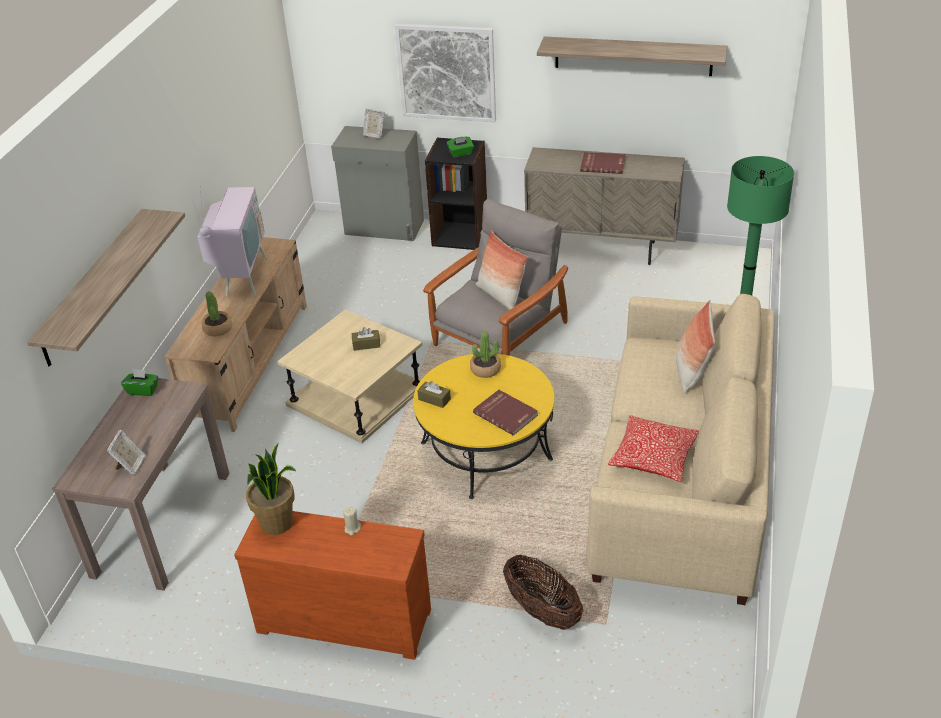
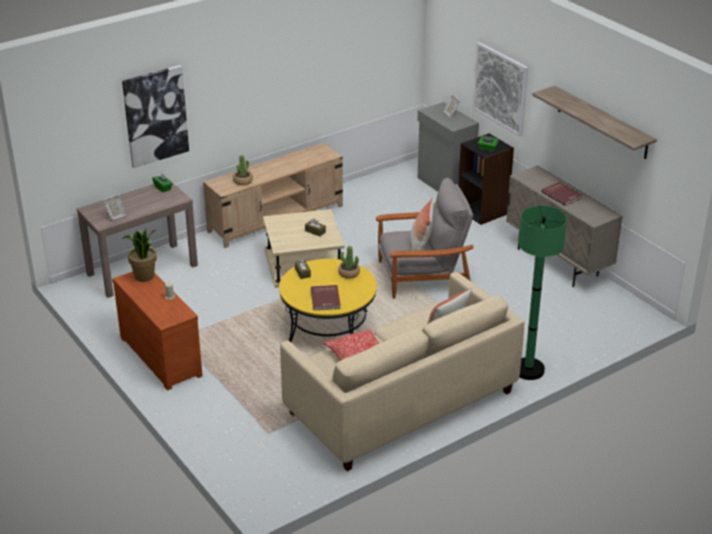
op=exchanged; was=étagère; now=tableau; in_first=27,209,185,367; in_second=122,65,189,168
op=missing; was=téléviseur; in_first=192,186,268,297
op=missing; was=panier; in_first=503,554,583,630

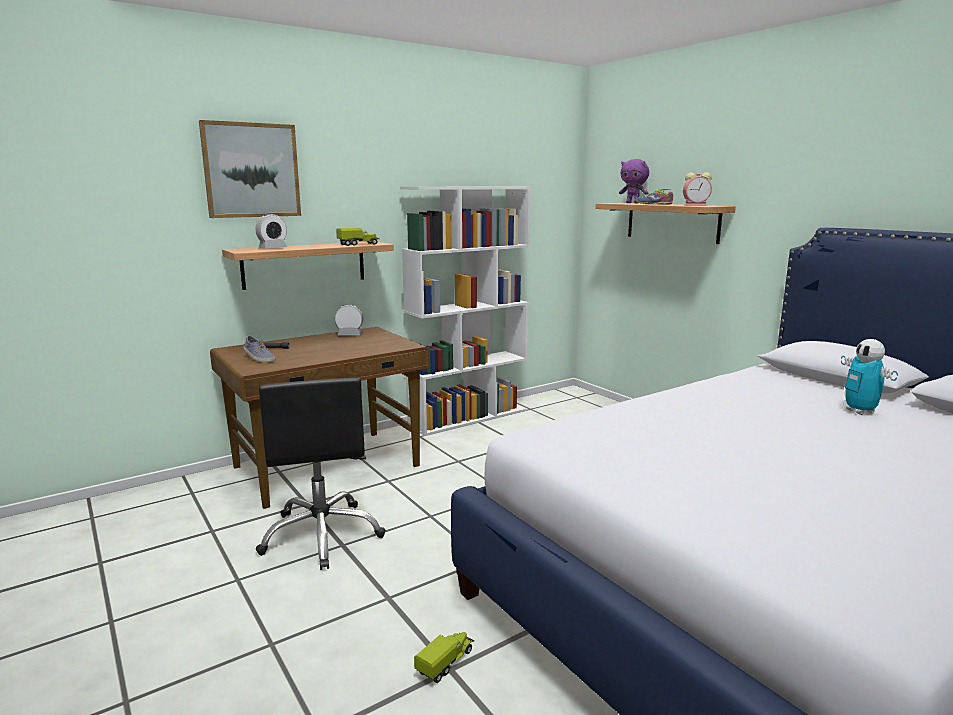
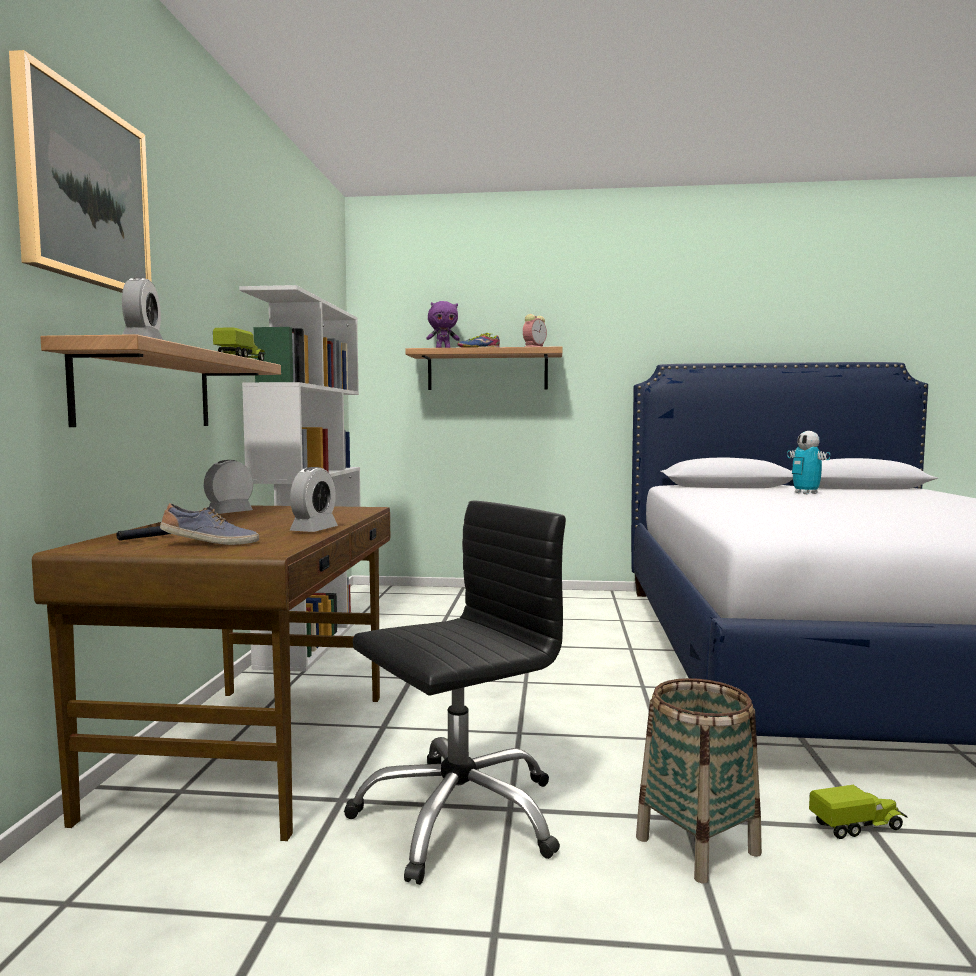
op=spun; was=chaise de bureau/noir; in_first=256,378,386,570; in_second=344,501,566,885; clockwise=-60
op=spun; was=camion jouet; in_first=414,632,475,683; in_second=809,785,908,839; clockwise=90
op=spun; was=robot jouet; in_first=841,339,898,415; in_second=787,431,831,494; clockwise=45
op=appeared; now=réveil; in_second=290,467,338,532
op=appeared; now=panier; in_second=636,678,762,884

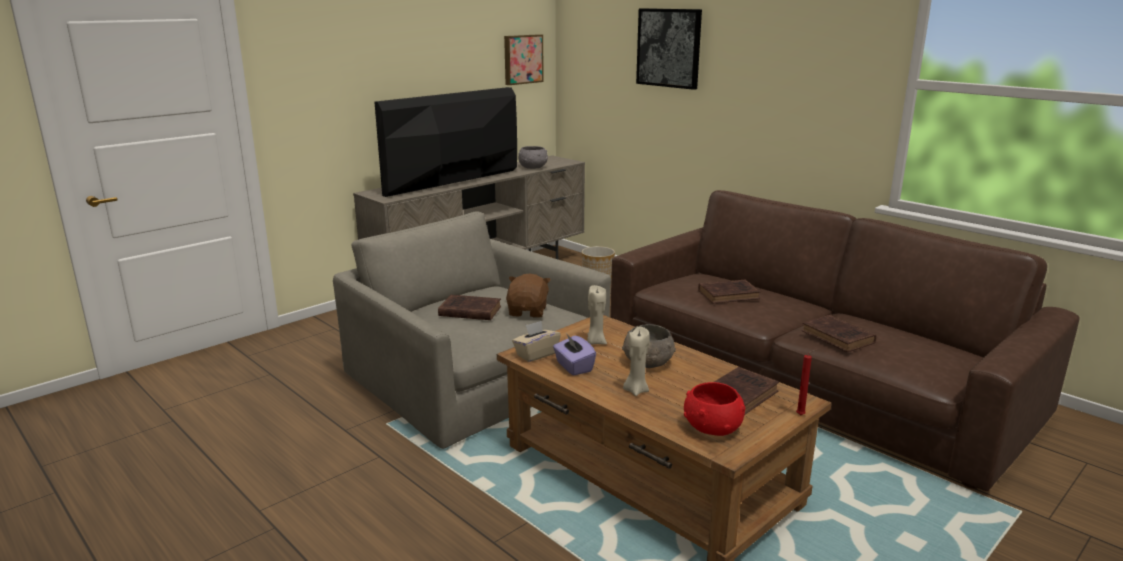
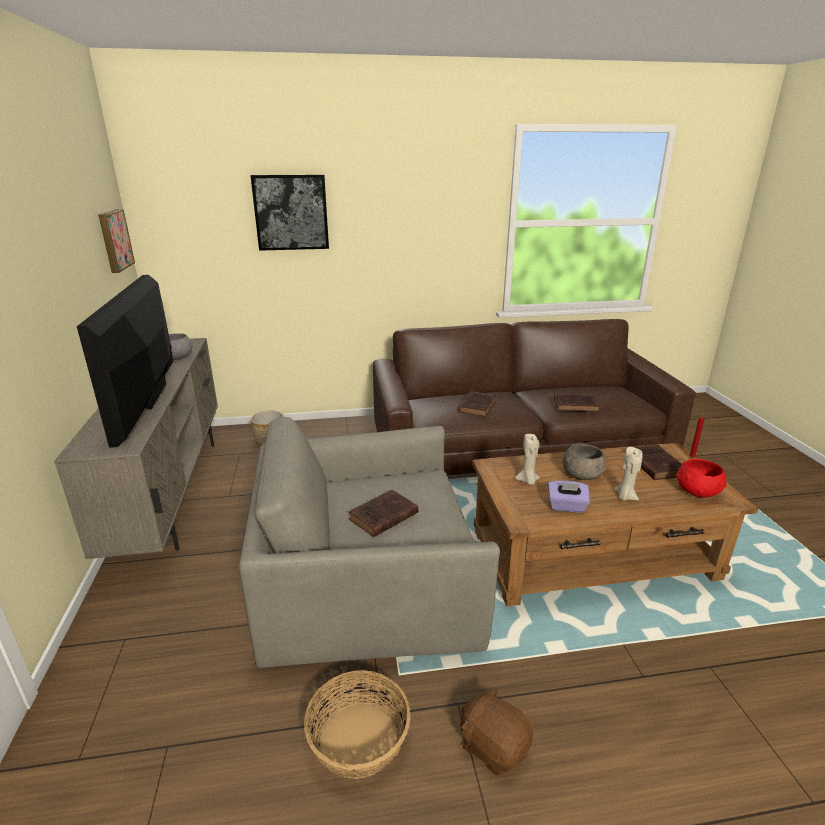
op=relocated; was=peluche/marron; in_first=506,274,551,318; in_second=460,687,533,775
op=missing; was=boîte à mouchoirs/beige; in_first=512,321,561,362
op=appeared; now=panier; in_second=304,670,411,779

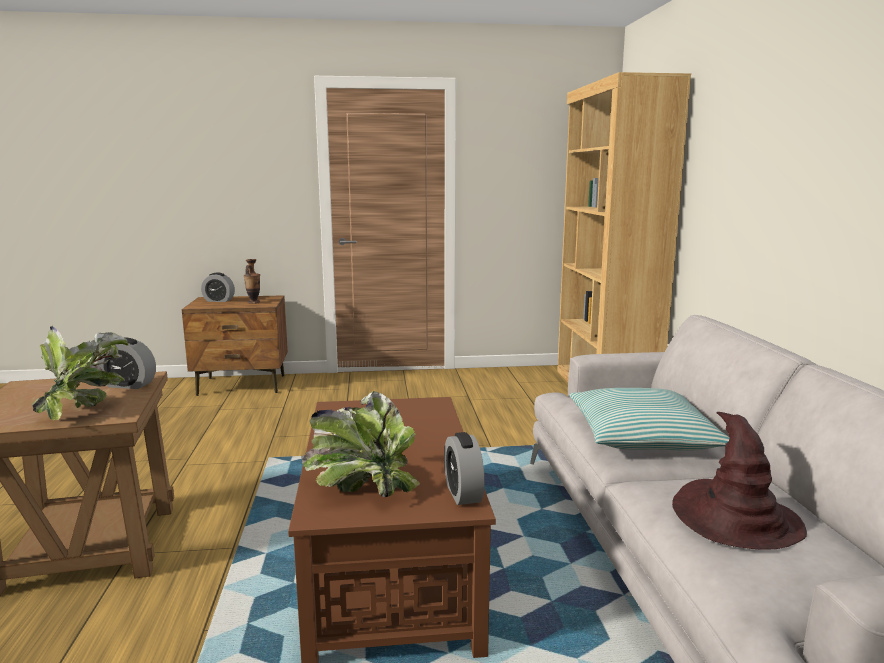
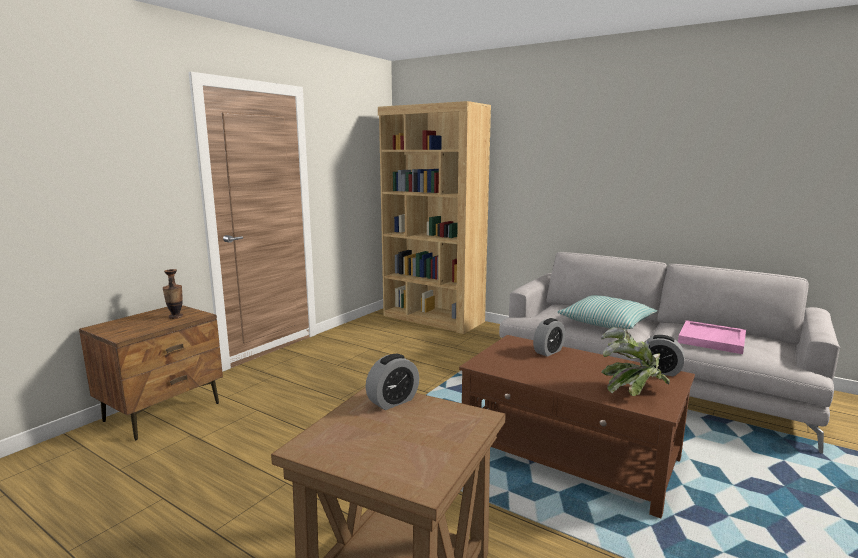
op=missing; was=plante en pot; in_first=32,326,128,420
op=relocated; was=réveil; in_first=201,272,235,302; in_second=533,318,565,357
op=exchanged; was=chapeau/marron; now=plateau/rose; in_first=672,412,807,549; in_second=678,320,746,354

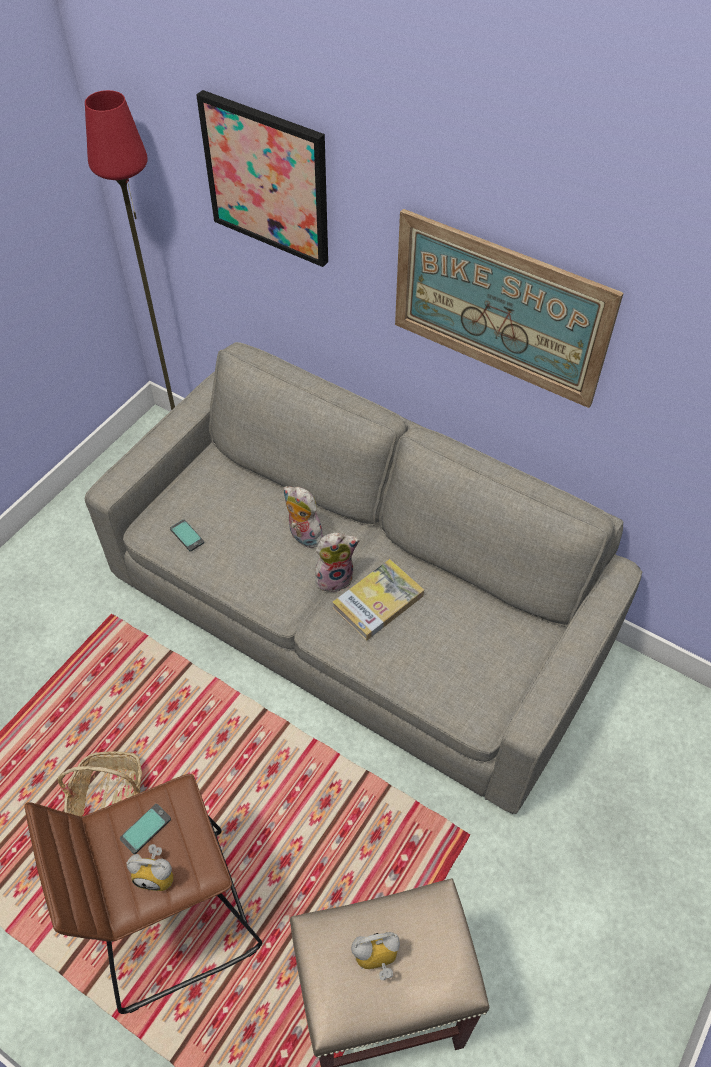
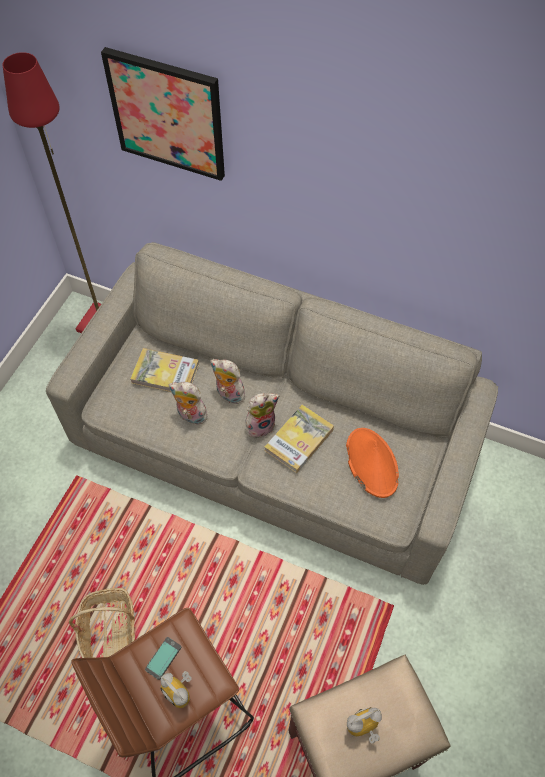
op=spun; was=réveil; in_first=126,844,173,891; in_second=160,671,192,708; clockwise=45
op=missing; was=téléphone; in_first=170,519,204,552
op=missing; was=tableau; in_first=395,209,624,408
op=appeared; now=livre; in_second=130,348,199,392
op=appeared; now=peluche; in_second=168,382,208,425
op=appeared; now=chapeau/orange; in_second=346,428,399,498

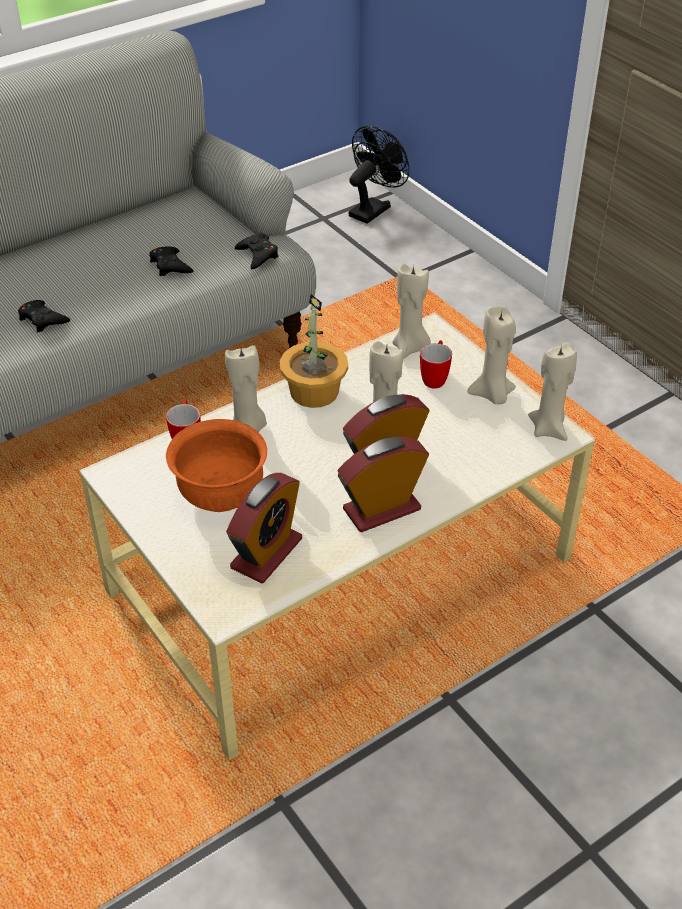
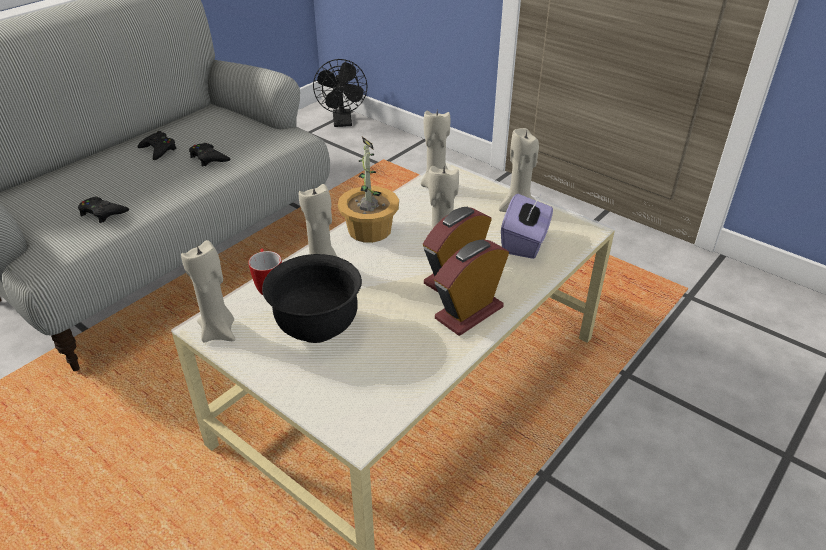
op=colour; was=bol/orange; now=bol/noir; in_first=166,419,267,512; in_second=262,254,362,343
op=missing; was=réveil; in_first=226,473,302,583
op=relocated; was=manette/noir; in_first=235,233,279,269; in_second=138,131,177,160
op=spun; was=ventilateur/noir; in_first=349,126,410,224; in_second=313,59,367,127; clockwise=150
op=missing; was=mug; in_first=420,340,452,389
op=relocated; was=bougie/beige; in_first=528,342,577,441; in_second=181,240,235,343
op=appeared; now=boîte à mouchoirs/violet; in_second=501,194,553,259

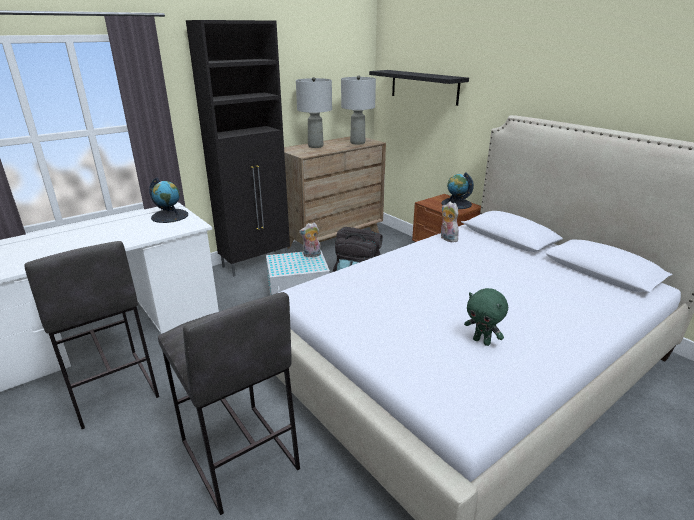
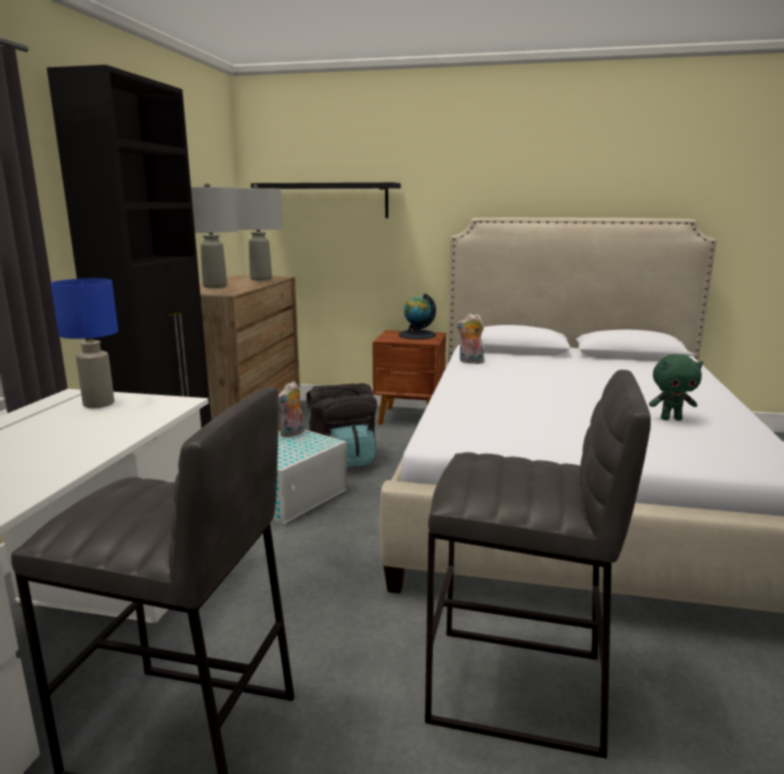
op=exchanged; was=globe; now=lampe de table/bleu; in_first=149,177,188,223; in_second=51,278,118,408

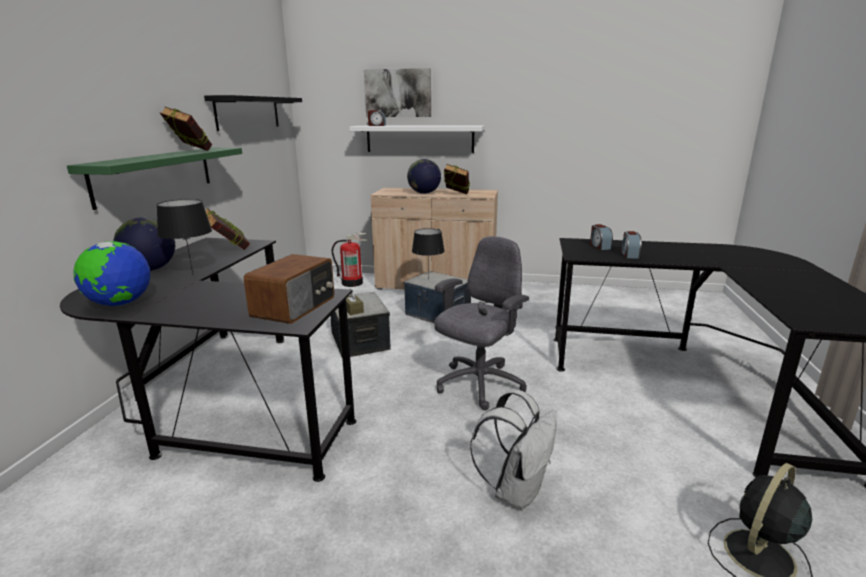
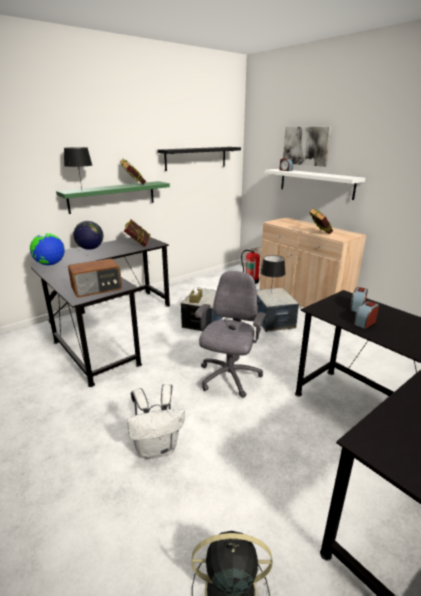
op=relocated; was=lampe de table/noir; in_first=156,199,212,275; in_second=64,147,92,188
op=missing; was=globe; in_first=407,159,441,194
op=spun; was=chaise de bureau/gris; in_first=434,236,529,410; in_second=195,271,266,398; clockwise=-60

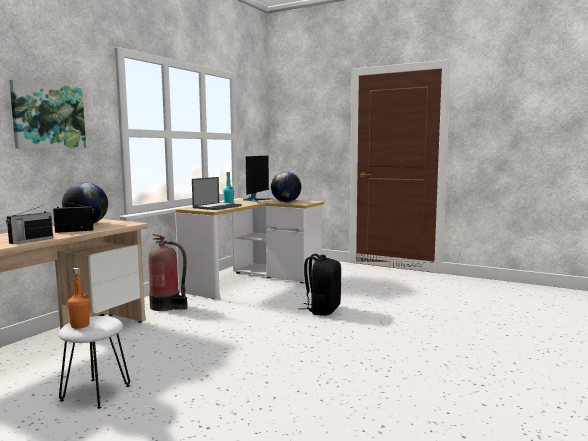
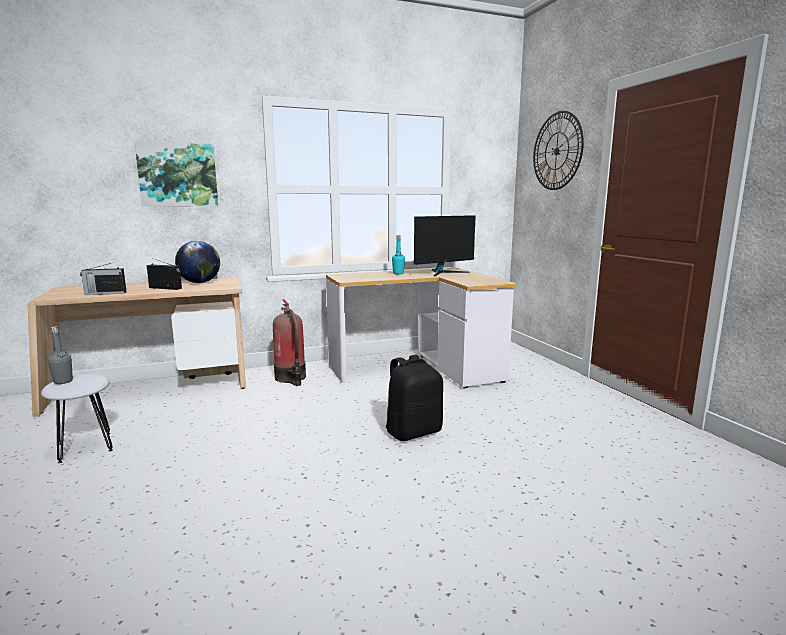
op=colour; was=bouteille/orange; now=bouteille/gris; in_first=67,268,90,329; in_second=48,326,73,384
op=missing; was=ordinateur portable; in_first=192,177,242,210
op=missing; was=globe; in_first=271,172,301,202
op=appeared; now=horloge murale; in_second=533,111,584,190

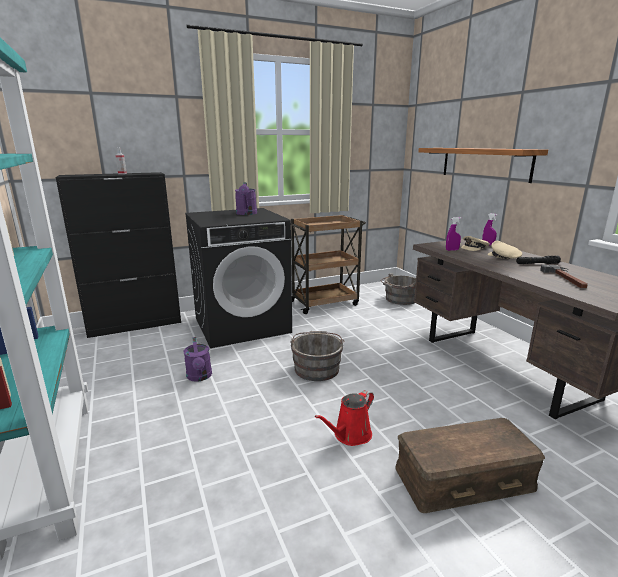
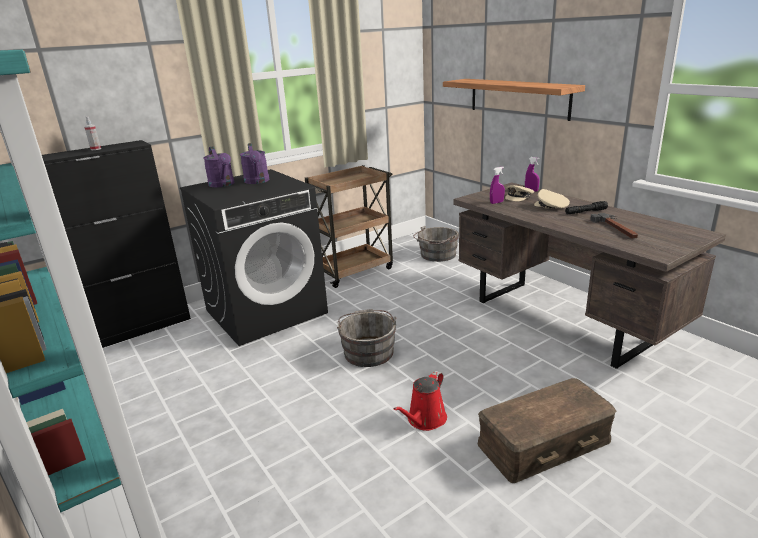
op=relocated; was=arrosoir/violet; in_first=184,337,212,382; in_second=203,147,234,187

